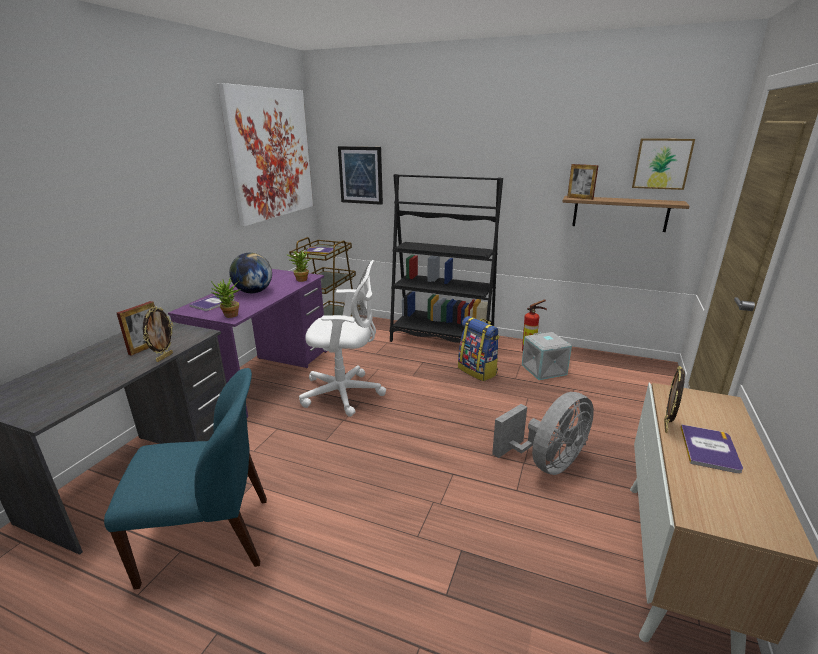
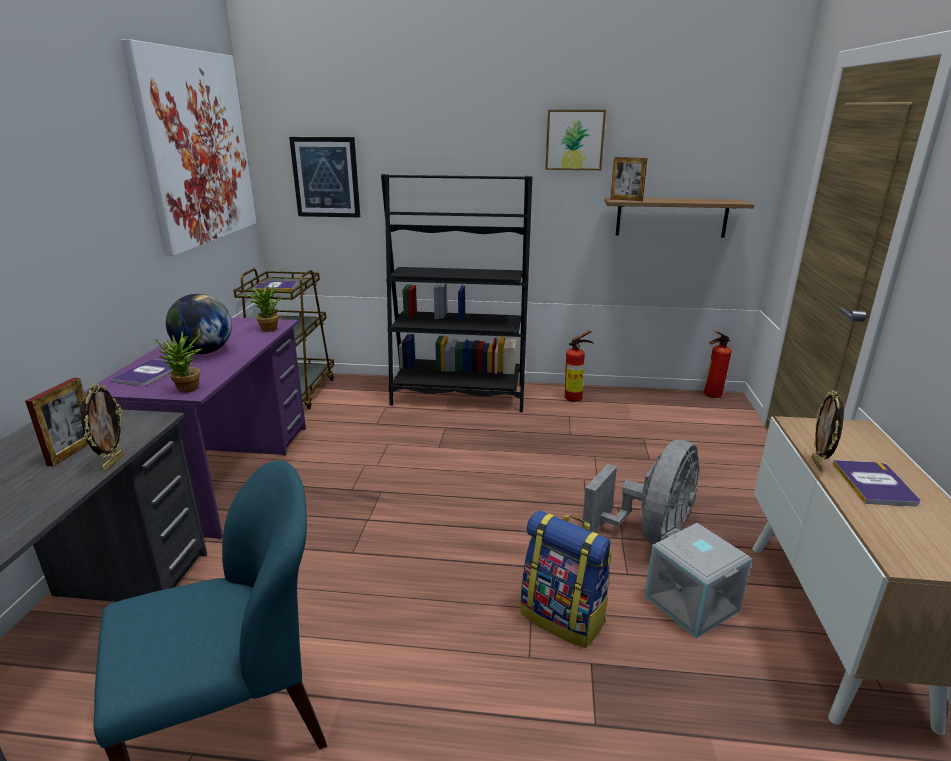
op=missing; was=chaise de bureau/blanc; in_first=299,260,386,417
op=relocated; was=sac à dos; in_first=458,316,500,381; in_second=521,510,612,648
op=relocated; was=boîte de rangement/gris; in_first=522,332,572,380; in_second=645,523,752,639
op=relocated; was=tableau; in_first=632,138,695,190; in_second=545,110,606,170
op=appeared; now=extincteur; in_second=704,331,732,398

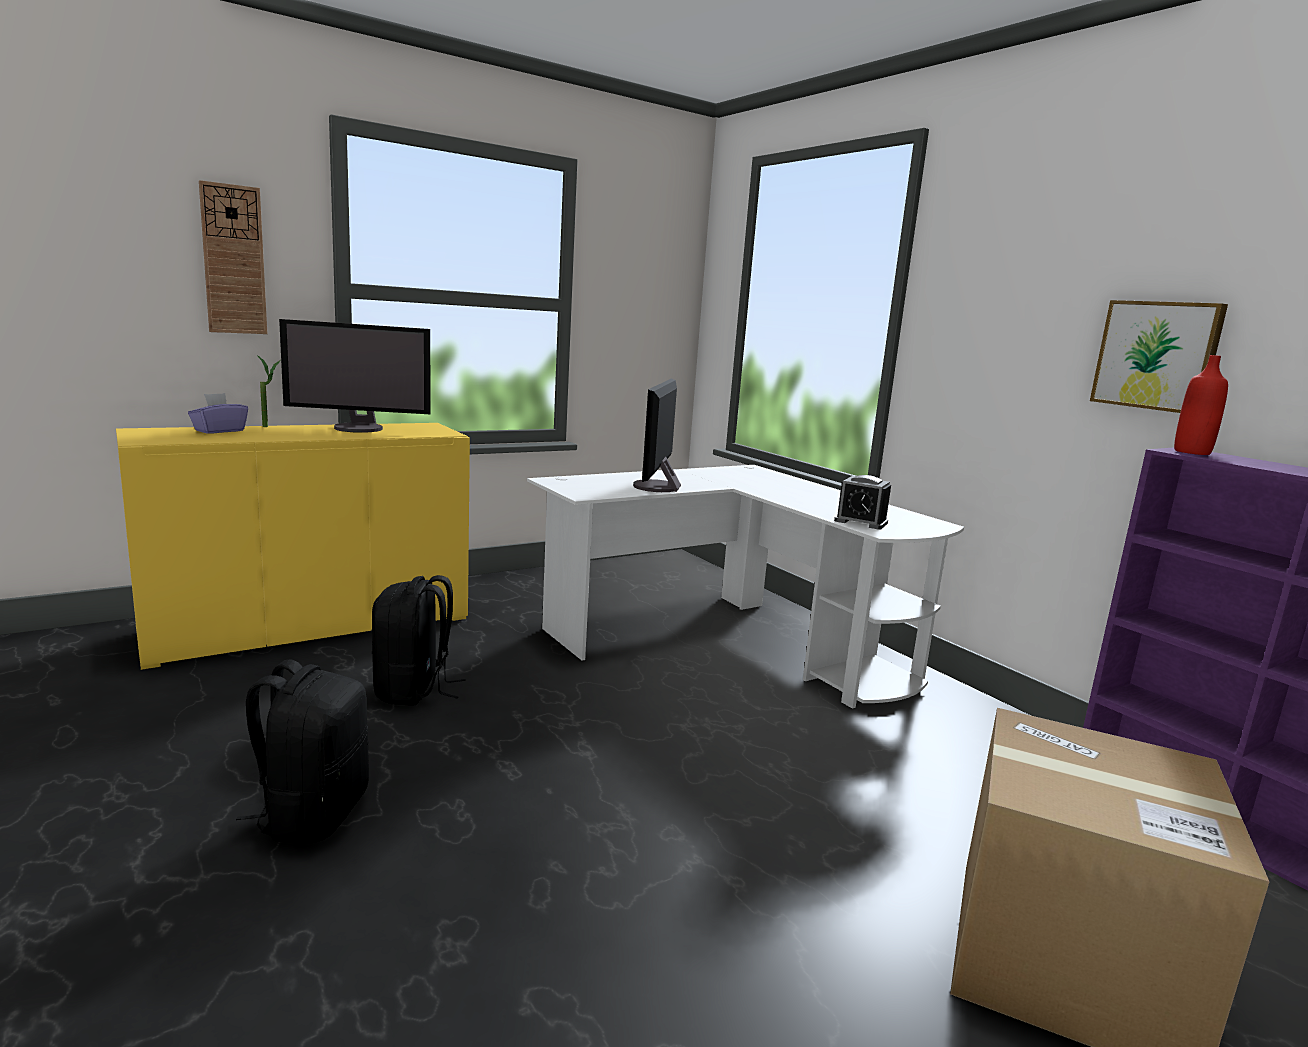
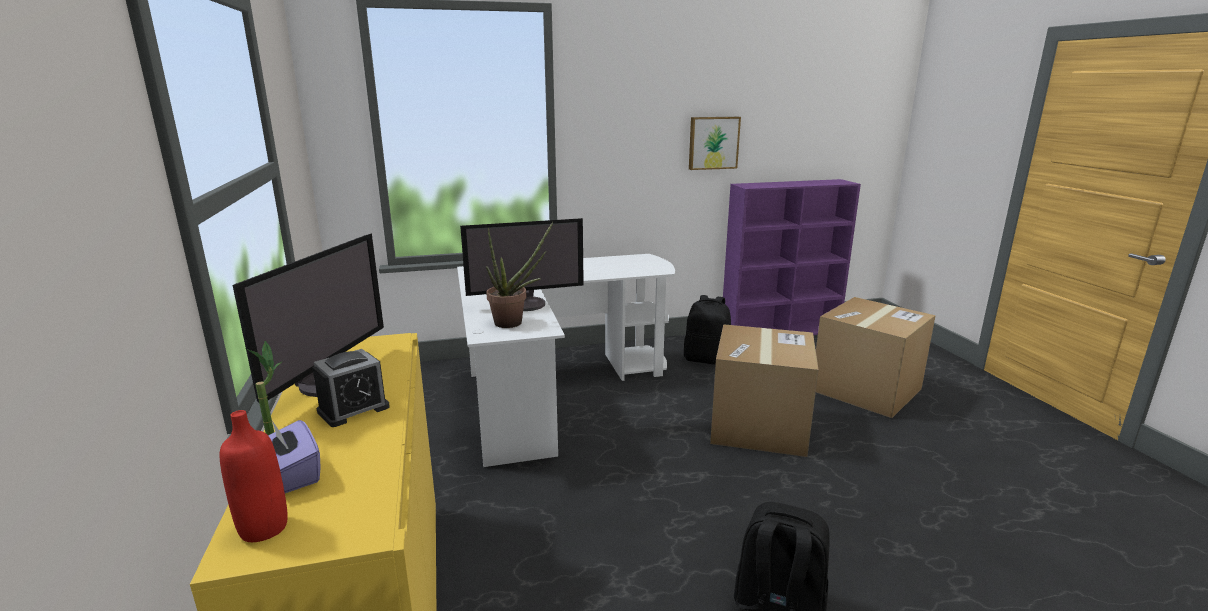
op=missing; was=horloge murale; in_first=199,180,267,334
op=relocated; was=sac à dos/noir; in_first=372,575,466,706; in_second=684,295,731,365
op=spun; was=écran d'ordinateur; in_first=633,378,681,492; in_second=460,218,584,311; clockwise=-45
op=relocated; was=réveil; in_first=834,475,891,530; in_second=312,349,390,427
op=relocated; was=bouteille/rouge; in_first=1174,355,1228,455; in_second=220,410,288,542
op=appeared; now=plante en pot; in_second=486,222,553,328
op=appeared; now=carton; in_second=710,324,819,457

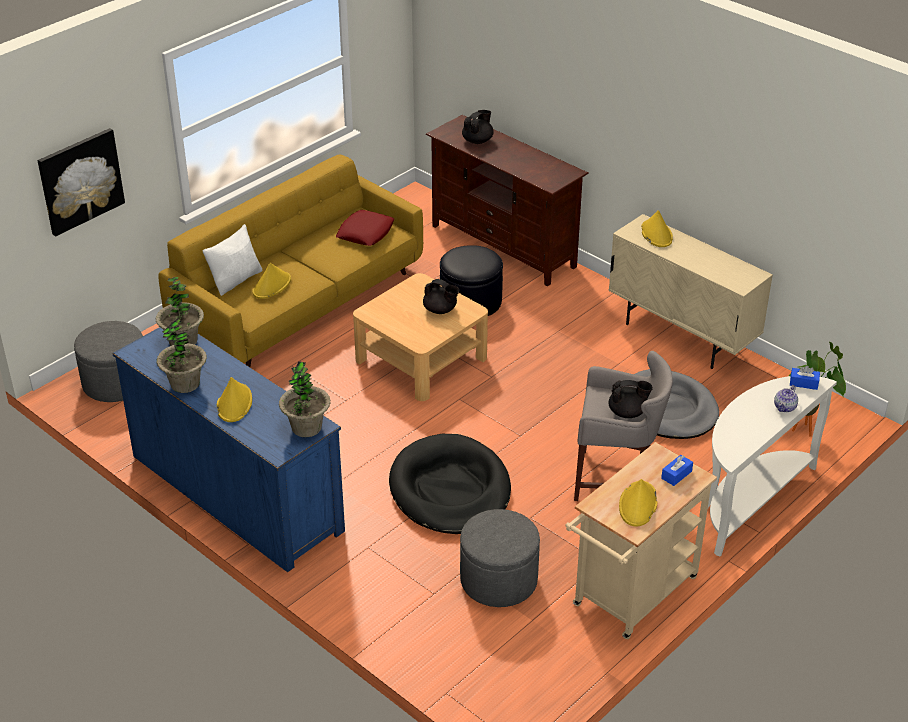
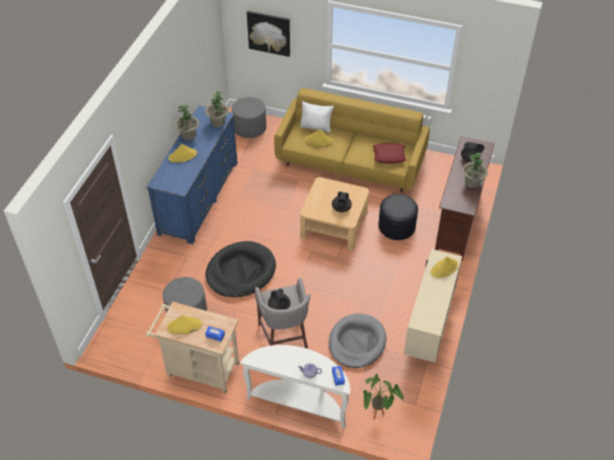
op=relocated; was=plante en pot; in_first=279,361,331,437; in_second=462,152,488,188

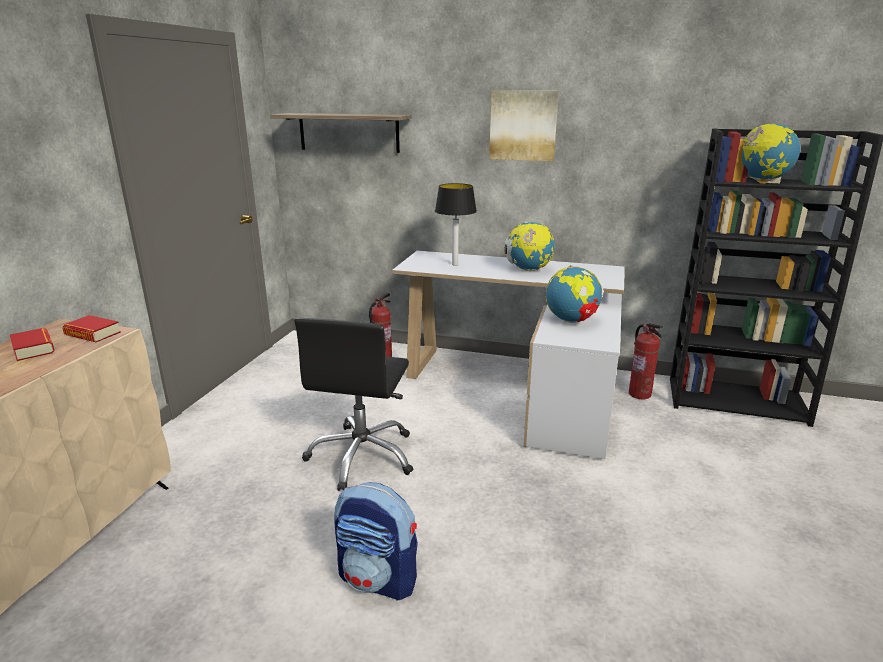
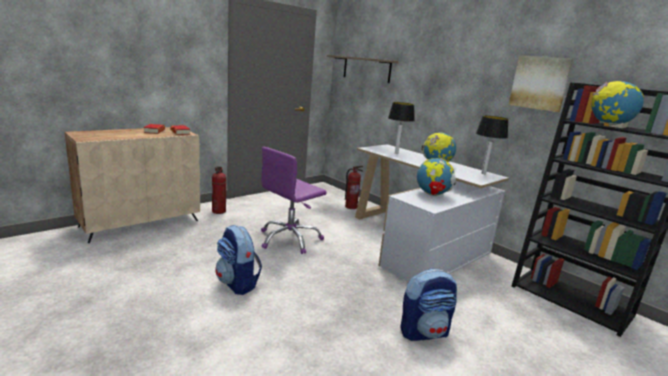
op=colour; was=chaise de bureau/noir; now=chaise de bureau/violet; in_first=295,318,413,491; in_second=261,147,327,254
op=relocated; was=tableau; in_first=489,90,559,161; in_second=509,55,573,112
op=relocated; was=extincteur; in_first=629,323,663,399; in_second=212,166,226,214
op=appeared; now=sac à dos; in_second=400,269,457,341
op=appeared; now=lampe de table; in_second=476,116,509,174

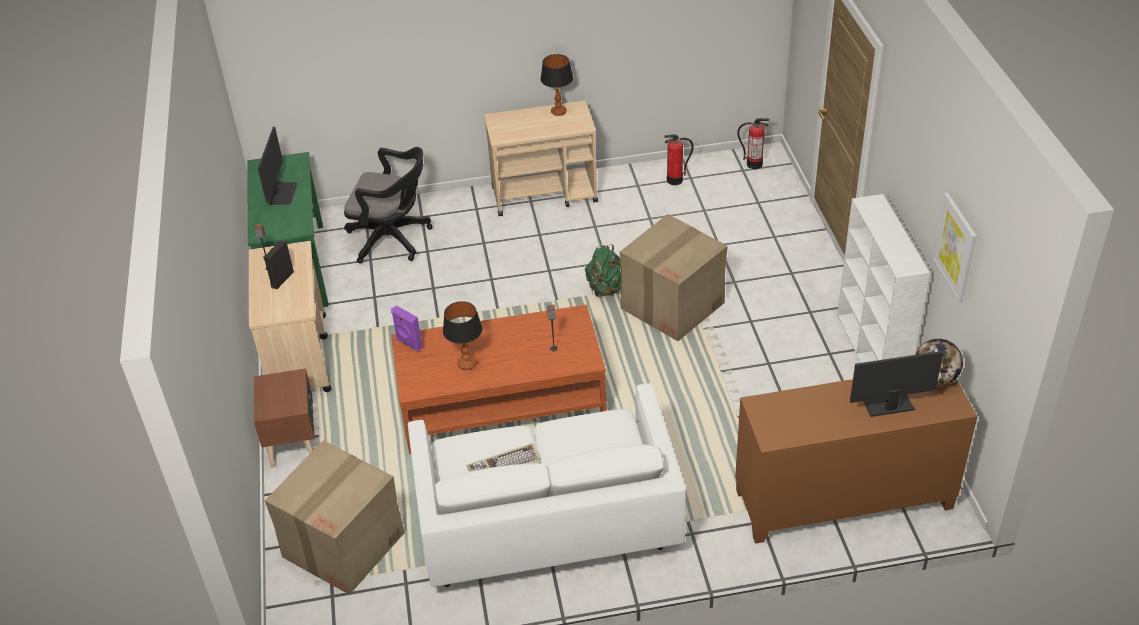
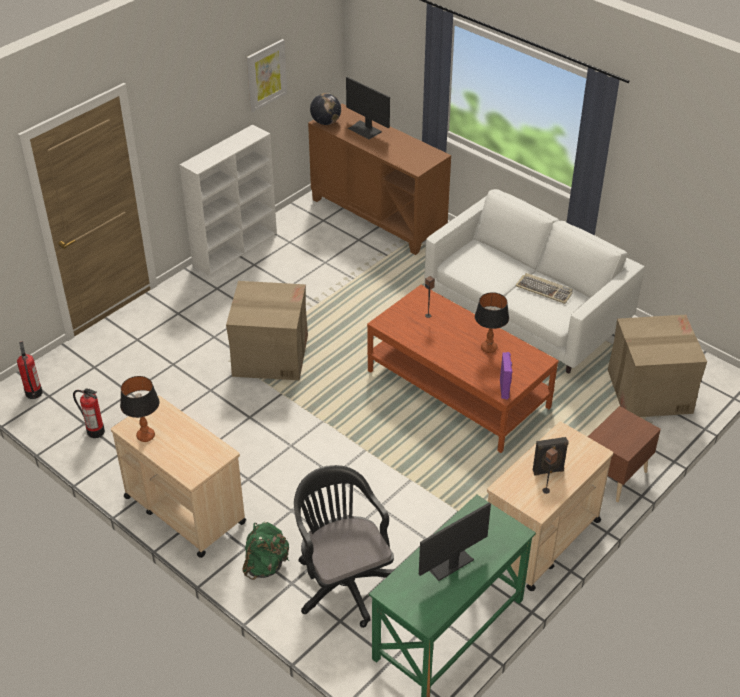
op=relocated; was=sac à dos/vert; in_first=585,244,621,297; in_second=242,522,289,580

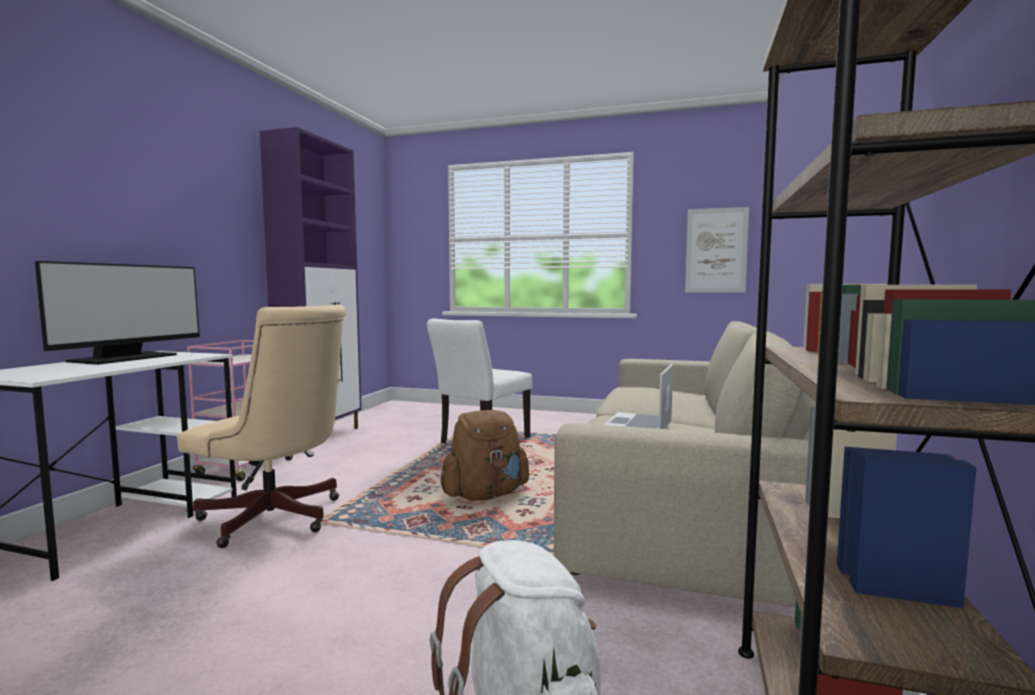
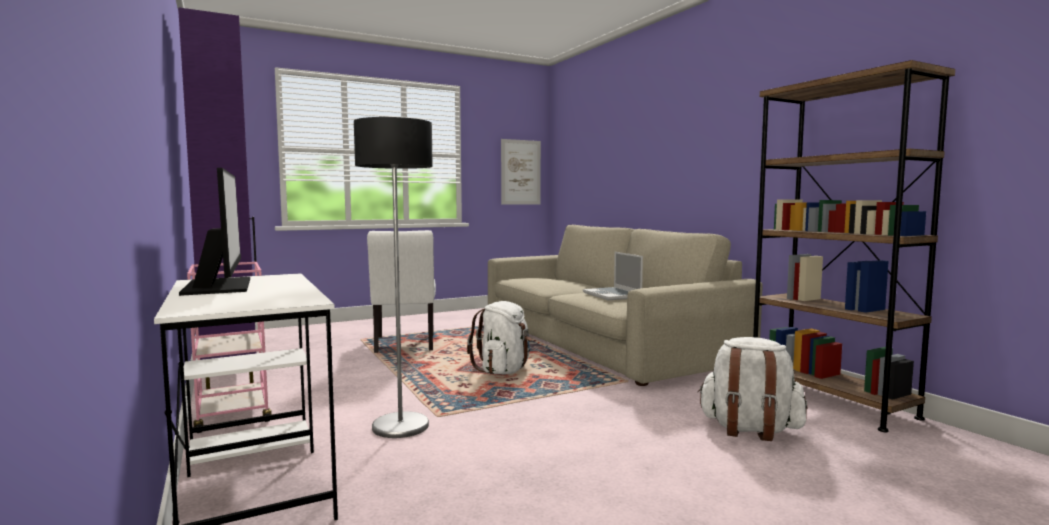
op=exchanged; was=chaise de bureau/beige; now=lampadaire; in_first=177,304,346,548; in_second=354,117,433,438
op=colour; was=sac à dos/marron; now=sac à dos/blanc; in_first=440,410,529,501; in_second=467,301,533,374

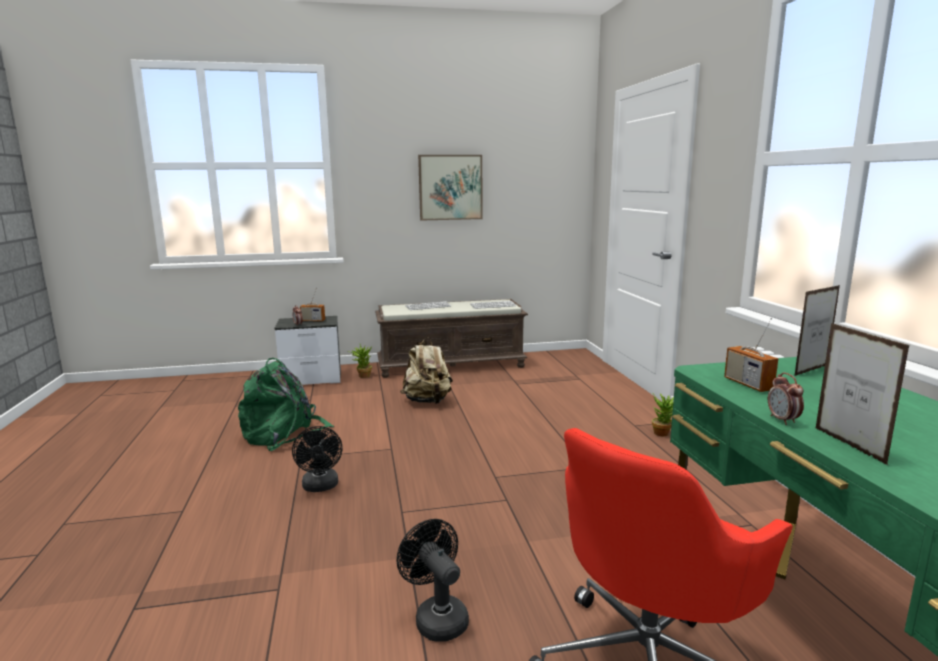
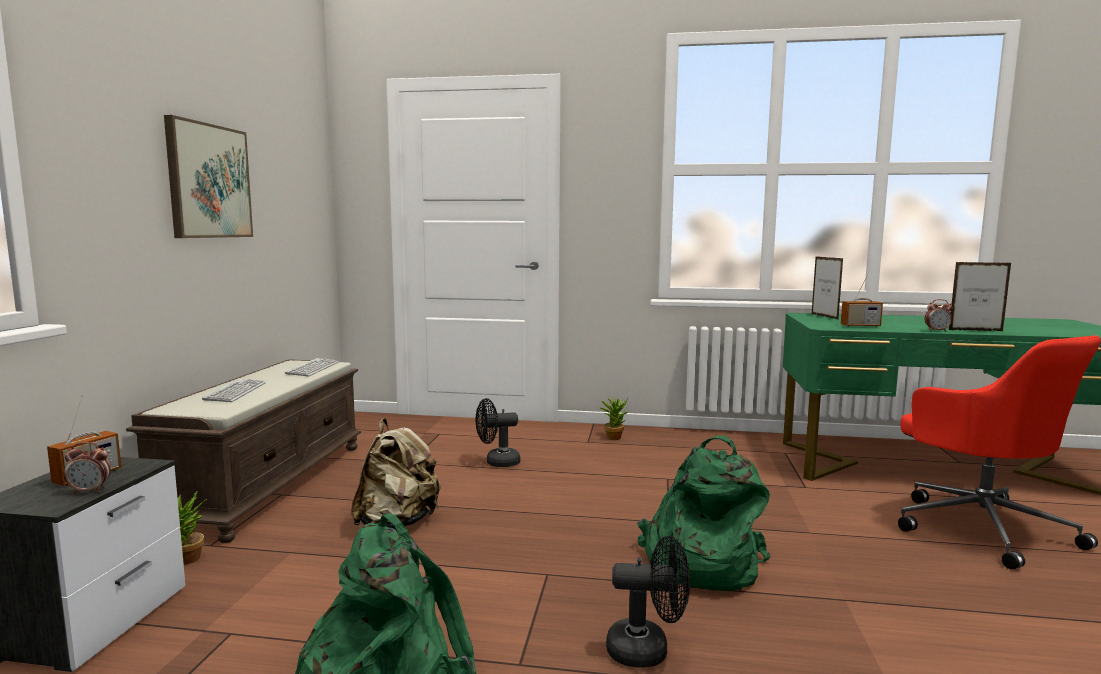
op=relocated; was=ventilateur/noir; in_first=396,519,469,642; in_second=476,398,520,467
op=appeared; now=sac à dos/vert; in_second=637,436,770,591

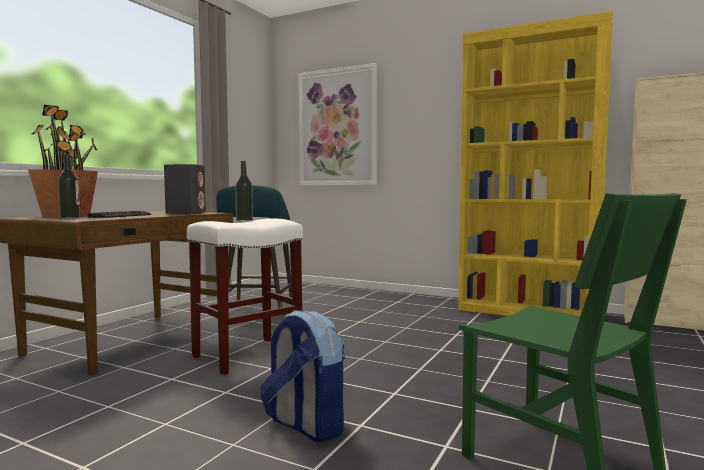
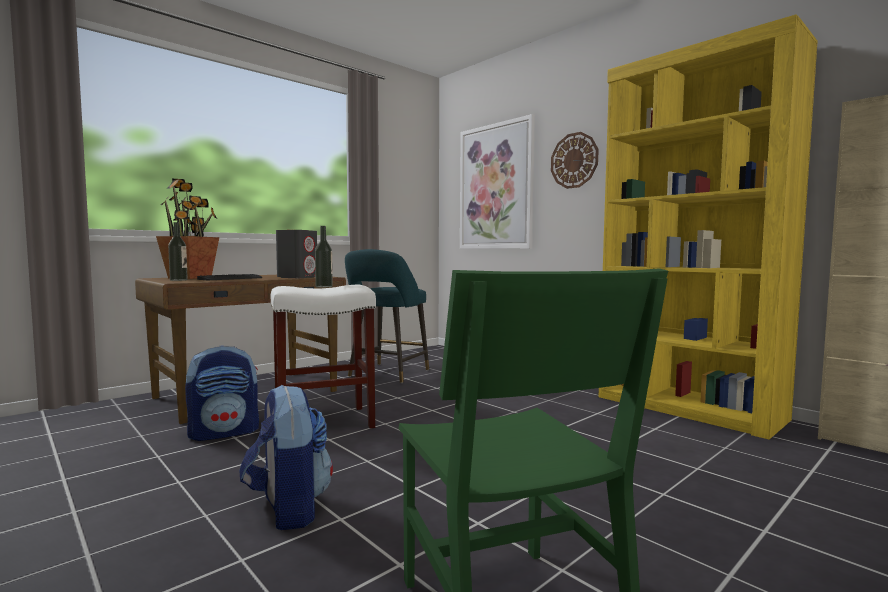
op=appeared; now=sac à dos; in_second=185,346,259,441
op=appeared; now=horloge murale; in_second=551,132,599,189

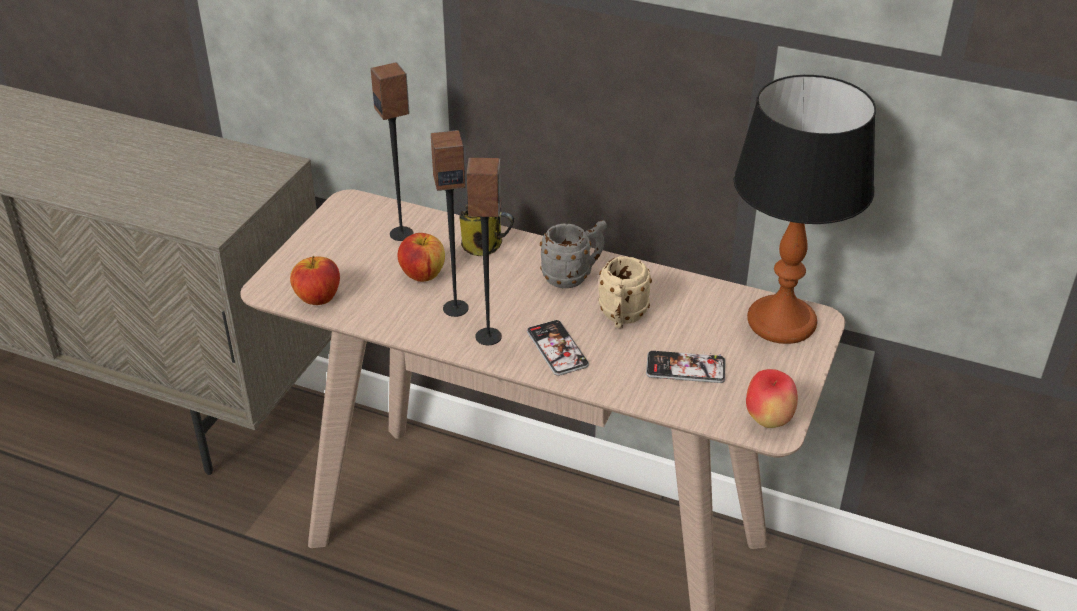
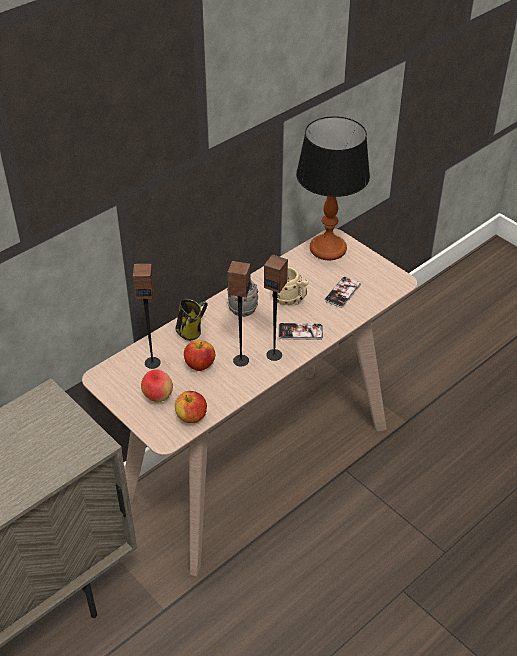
op=relocated; was=pomme; in_first=746,369,798,428; in_second=141,369,173,402

